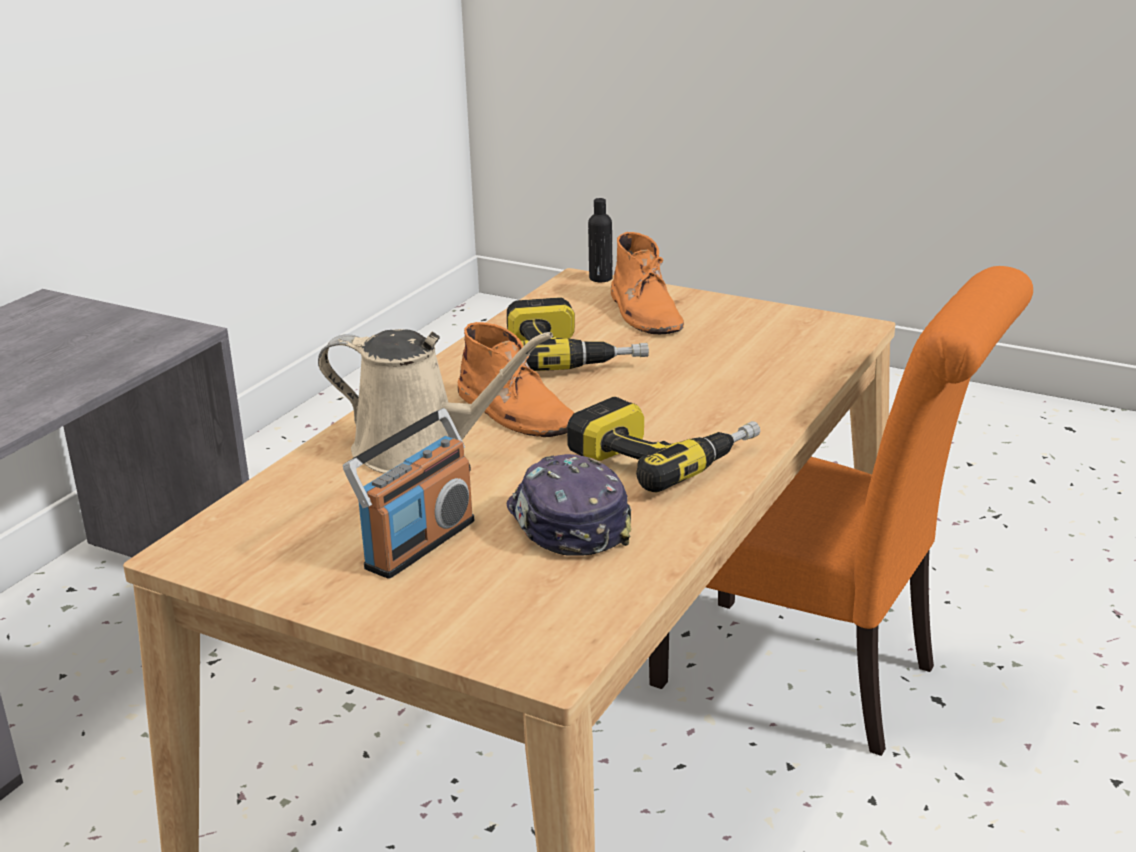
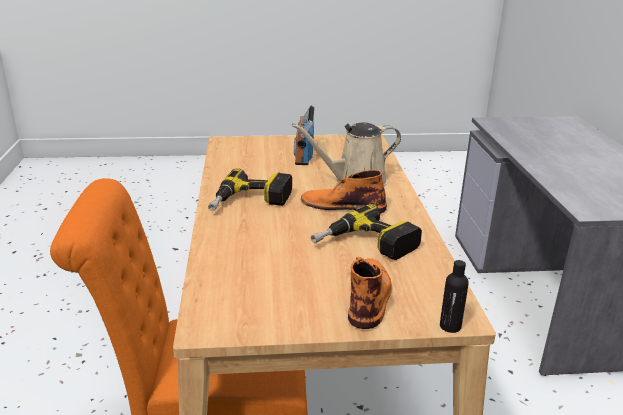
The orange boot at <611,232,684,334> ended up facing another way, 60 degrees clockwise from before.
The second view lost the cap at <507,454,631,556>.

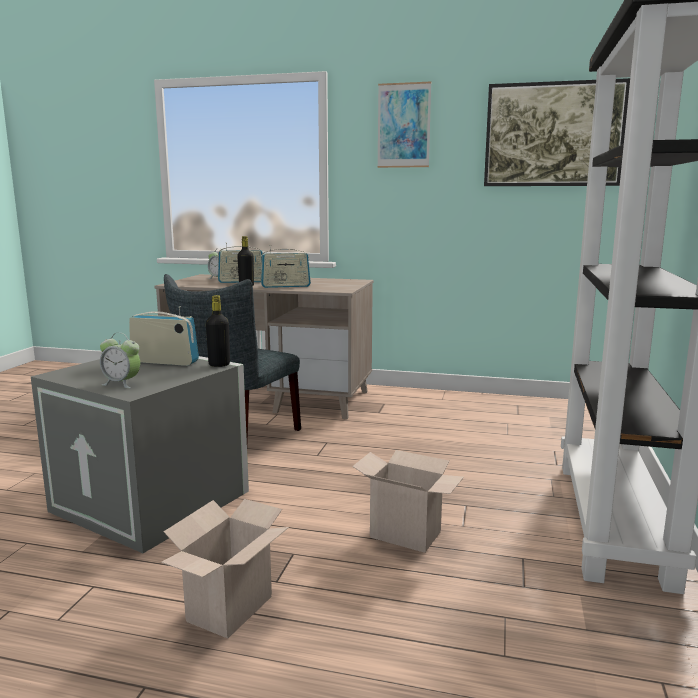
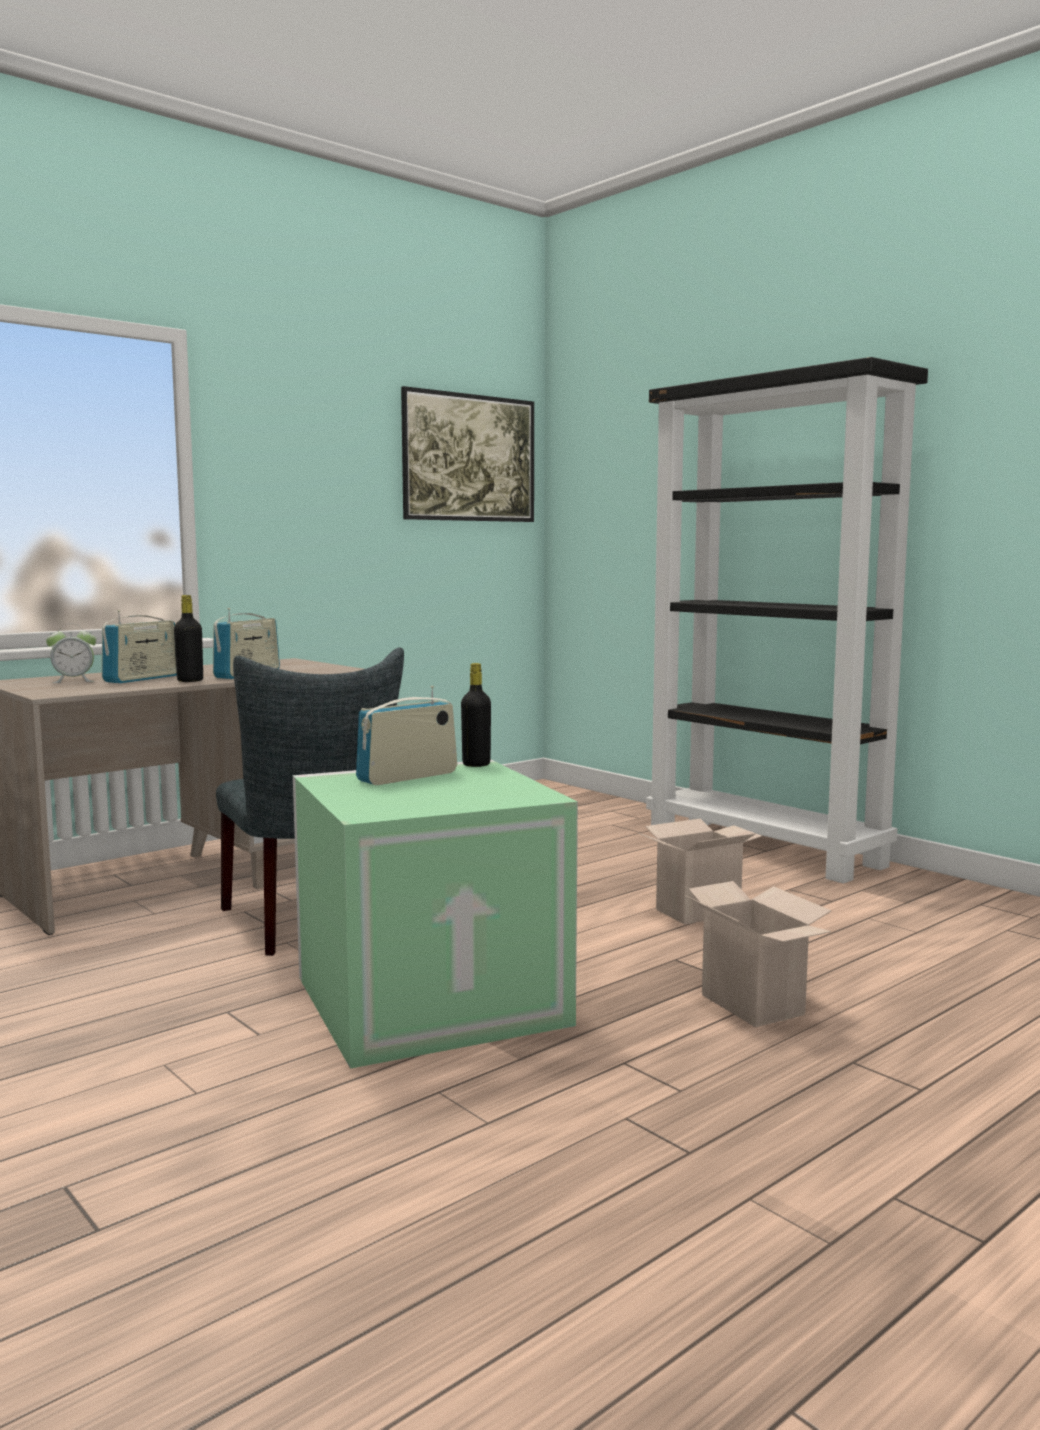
What was the grey storage box at <31,356,249,553> turned into the green storage box at <293,759,578,1069>.
The second view lost the alarm clock at <100,333,140,388>.
The second view lost the picture at <377,82,431,168>.

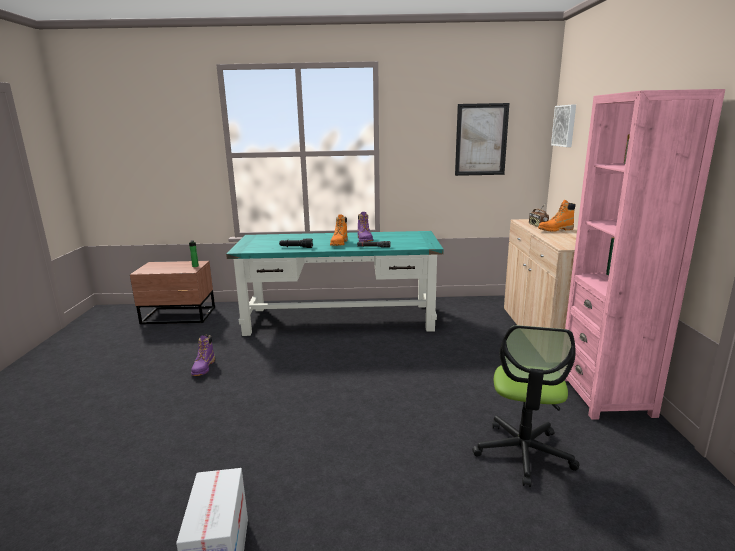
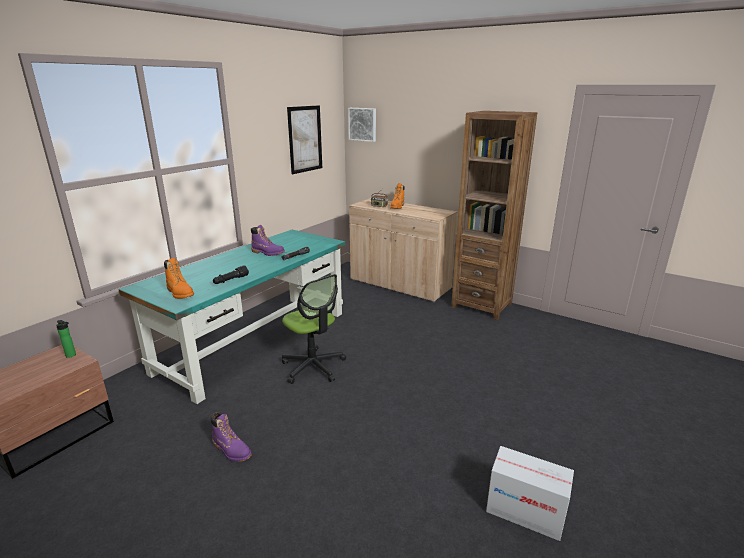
The orange boot ended up elsewhere, having gone from <330,214,348,246> to <164,258,194,299>.
The office chair ended up elsewhere, having gone from <472,325,580,487> to <282,274,346,384>.
What was the pink bookcase at <565,89,725,420> turned into the brown bookcase at <451,111,537,320>.

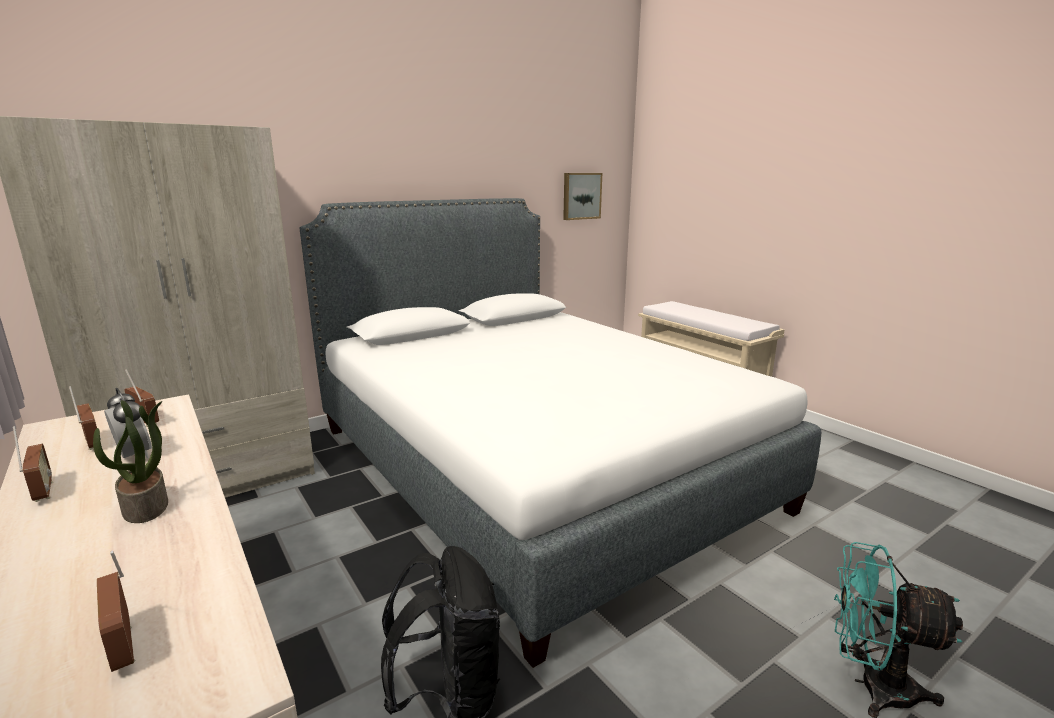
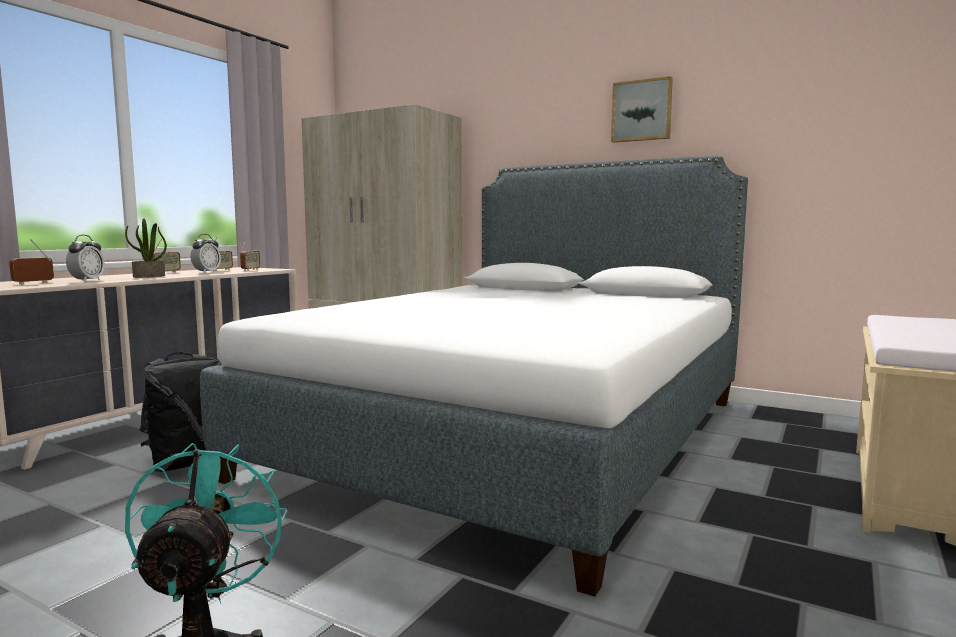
The second view gained the alarm clock at <66,235,105,282>.
The picture ended up elsewhere, having gone from <563,173,602,220> to <611,76,673,143>.

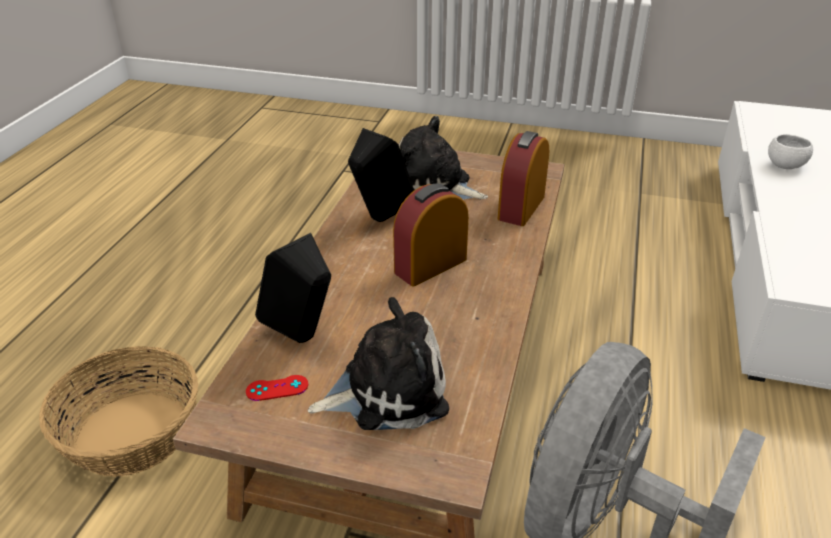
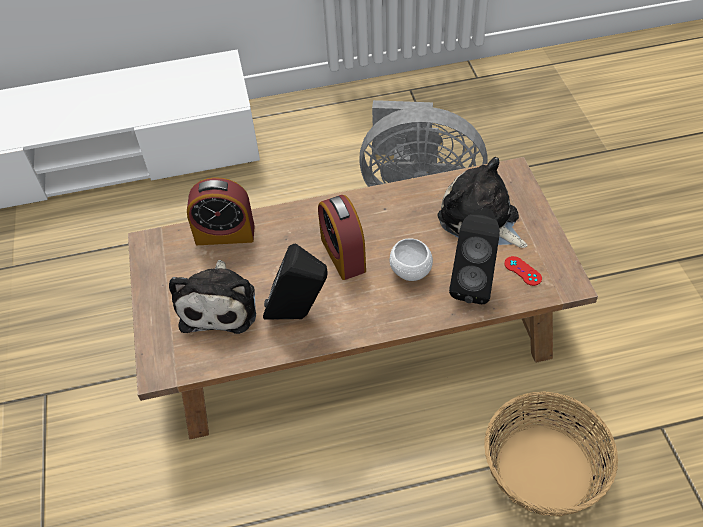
The alarm clock at <393,183,469,287> ended up facing another way, 45 degrees clockwise from before.
The white bowl ended up elsewhere, having gone from <768,134,813,169> to <390,238,433,281>.

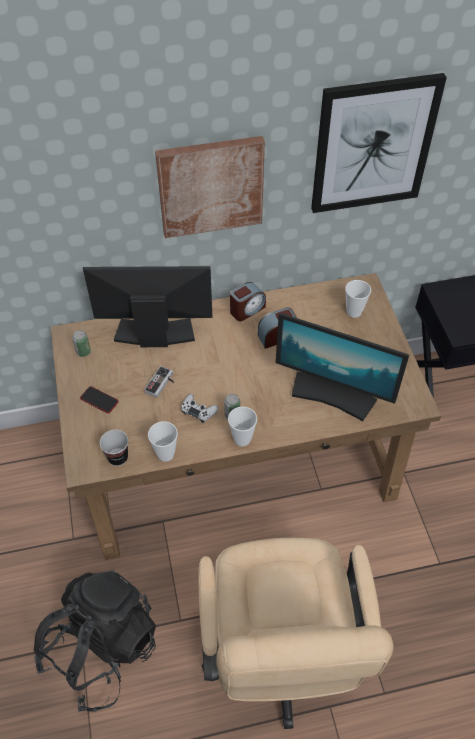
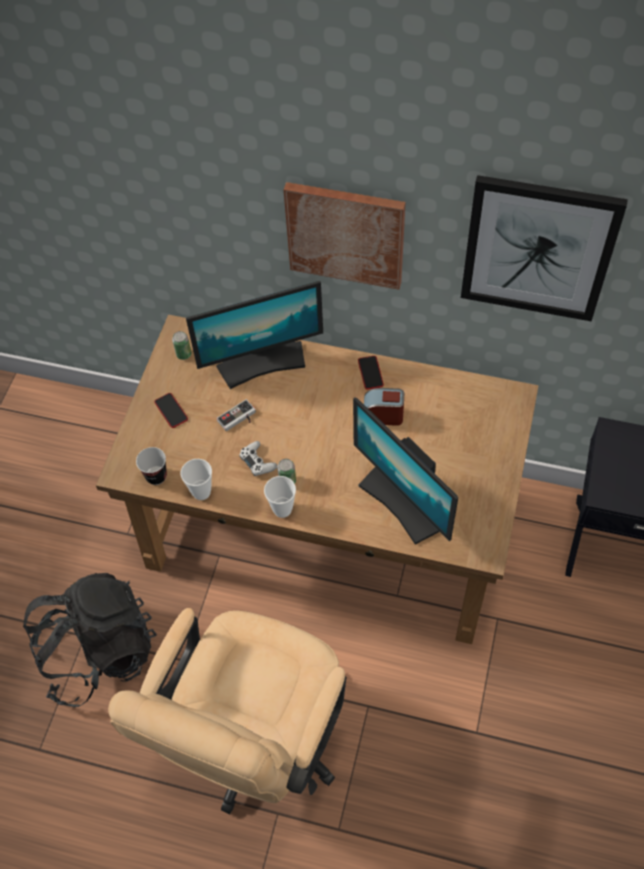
The monitor at <83,266,212,347> ended up facing another way, 135 degrees clockwise from before.
Where the alarm clock stood at <230,282,266,321>, the phone came to stand at <358,356,384,390>.
The second view lost the cup at <345,280,371,318>.

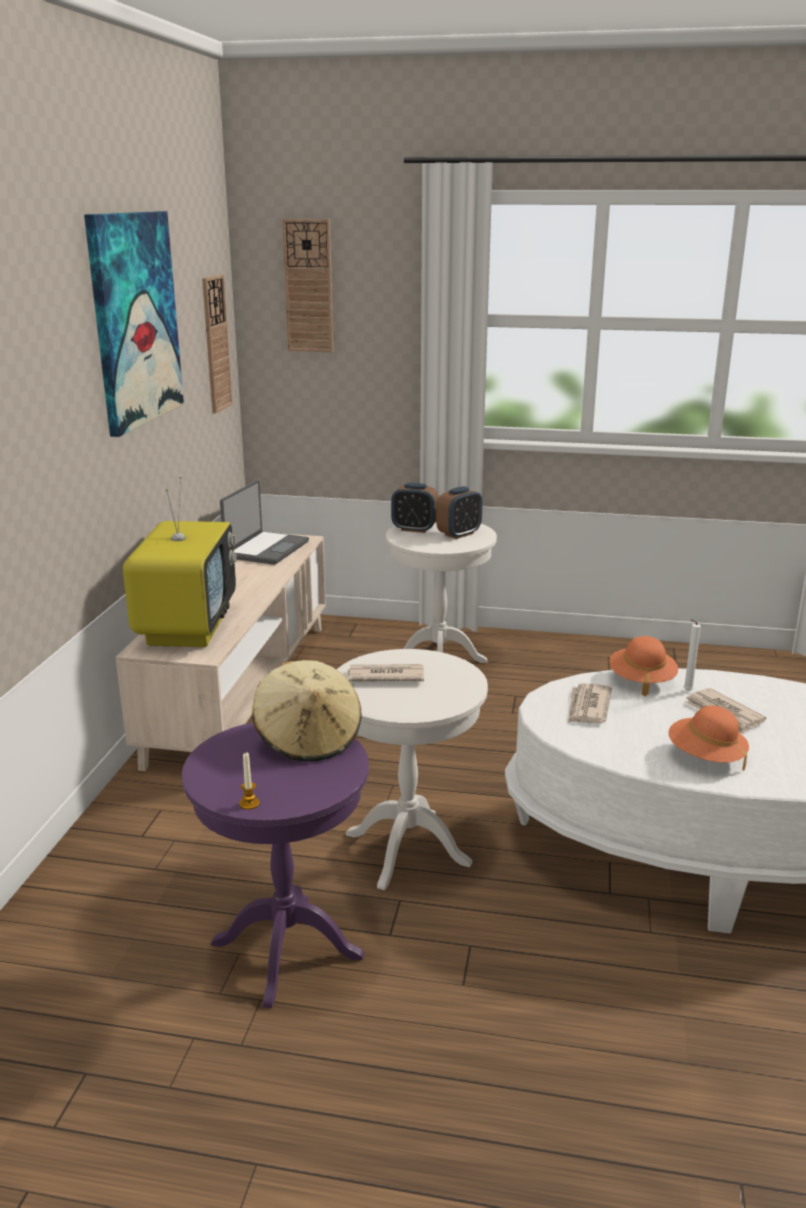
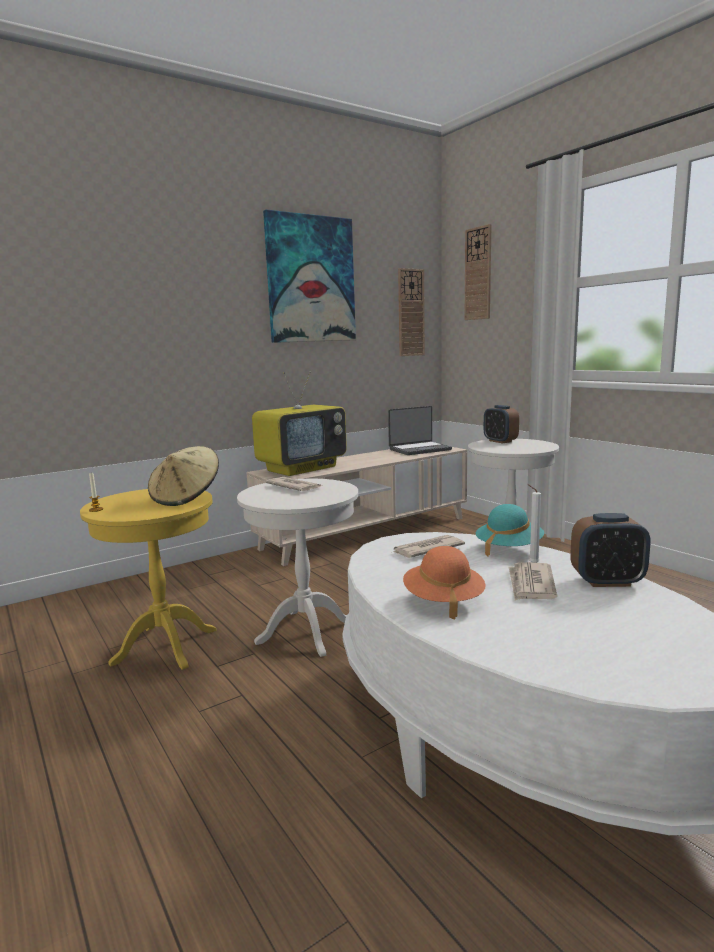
What was the purple side table at <182,722,369,1008> turned into the yellow side table at <80,489,217,670>.
What was the orange hat at <609,636,678,696> turned into the turquoise hat at <476,504,544,557>.
The alarm clock ended up elsewhere, having gone from <436,486,482,539> to <570,513,651,587>.

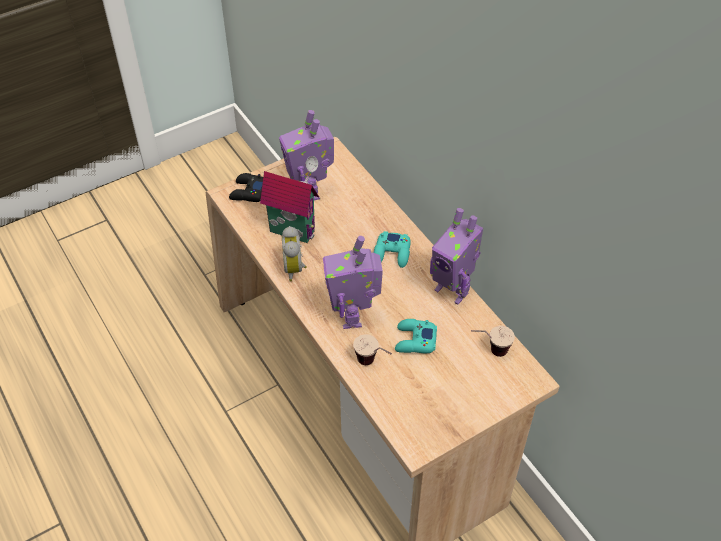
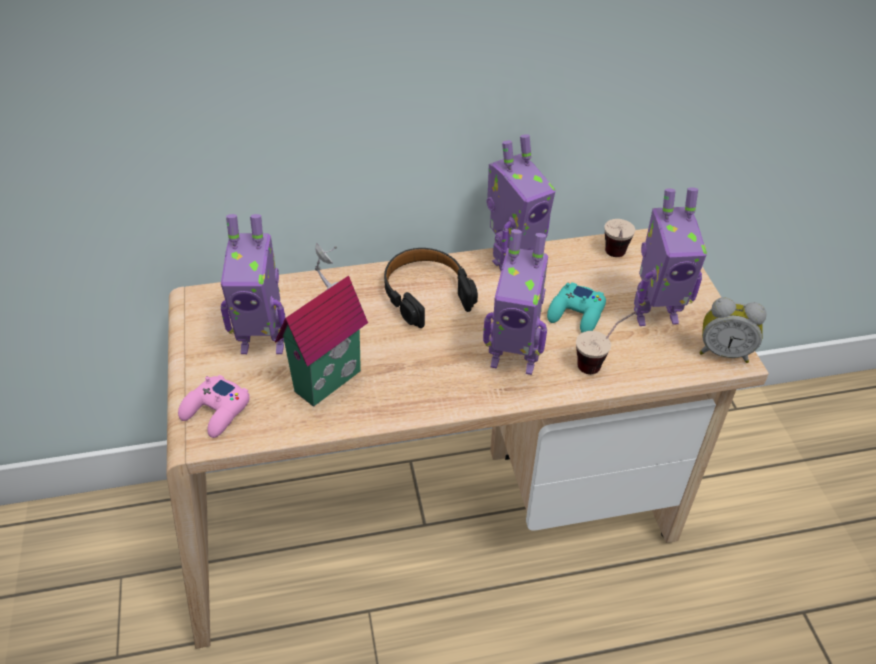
What was the black game controller at <229,173,263,202> turned into the pink game controller at <178,375,250,438>.
Where the turquoise game controller stood at <374,231,411,268>, the black headphones came to stand at <384,248,478,328>.
The second view gained the toy robot at <634,187,707,326>.
The alarm clock ended up elsewhere, having gone from <282,226,307,281> to <699,297,767,363>.

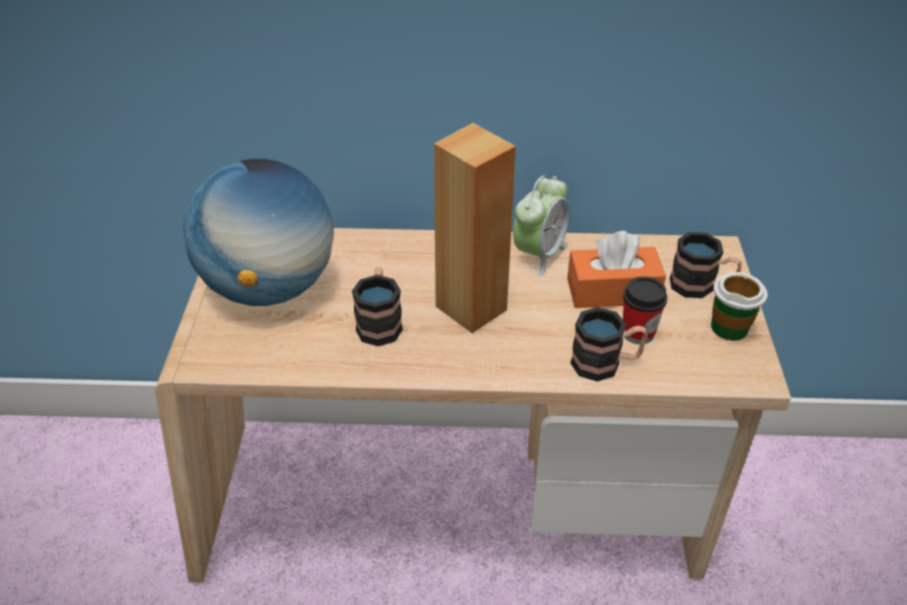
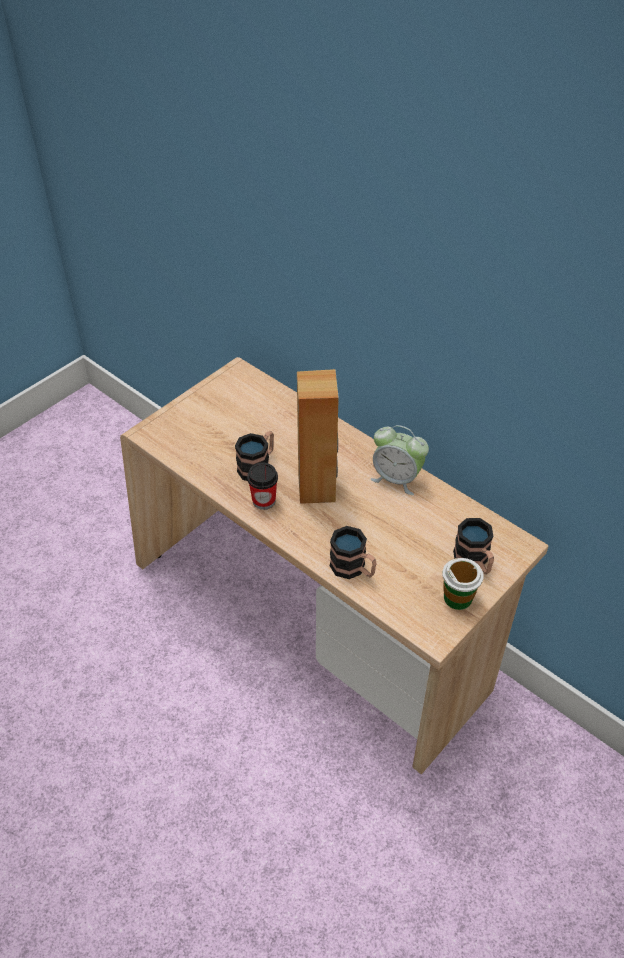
The cup ended up elsewhere, having gone from <623,276,668,344> to <247,463,278,510>.
The alarm clock at <513,175,569,277> ended up facing another way, 45 degrees clockwise from before.
The second view lost the globe at <183,159,334,306>.
The second view lost the orange tissue box at <567,231,666,308>.

